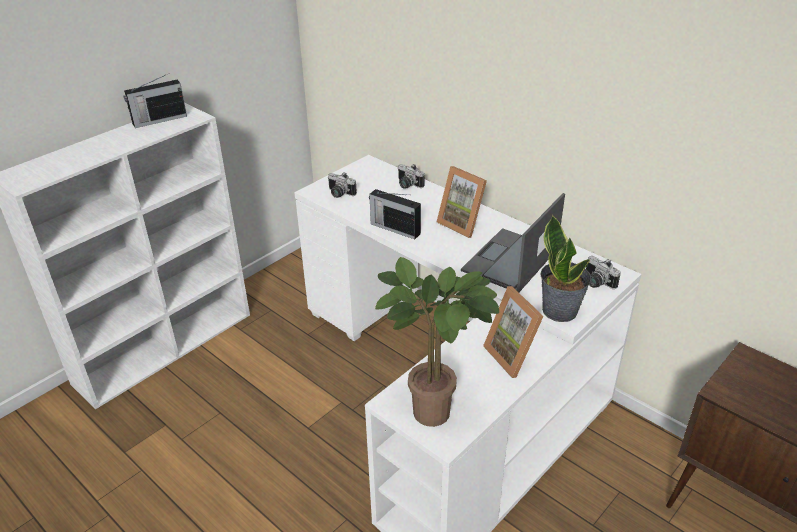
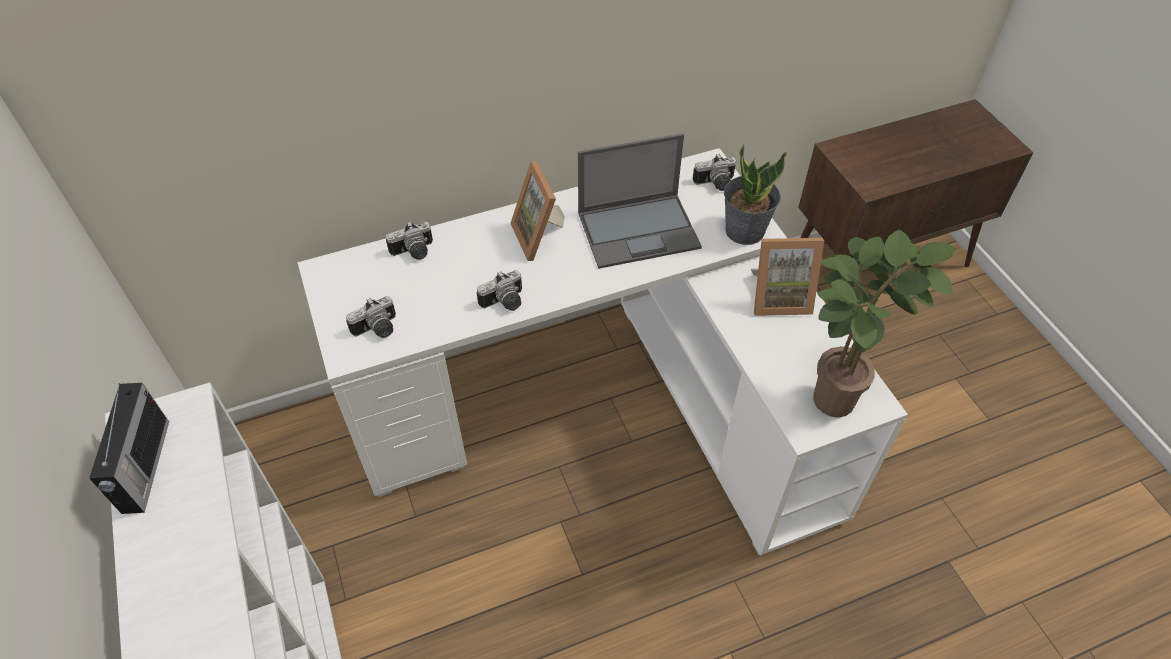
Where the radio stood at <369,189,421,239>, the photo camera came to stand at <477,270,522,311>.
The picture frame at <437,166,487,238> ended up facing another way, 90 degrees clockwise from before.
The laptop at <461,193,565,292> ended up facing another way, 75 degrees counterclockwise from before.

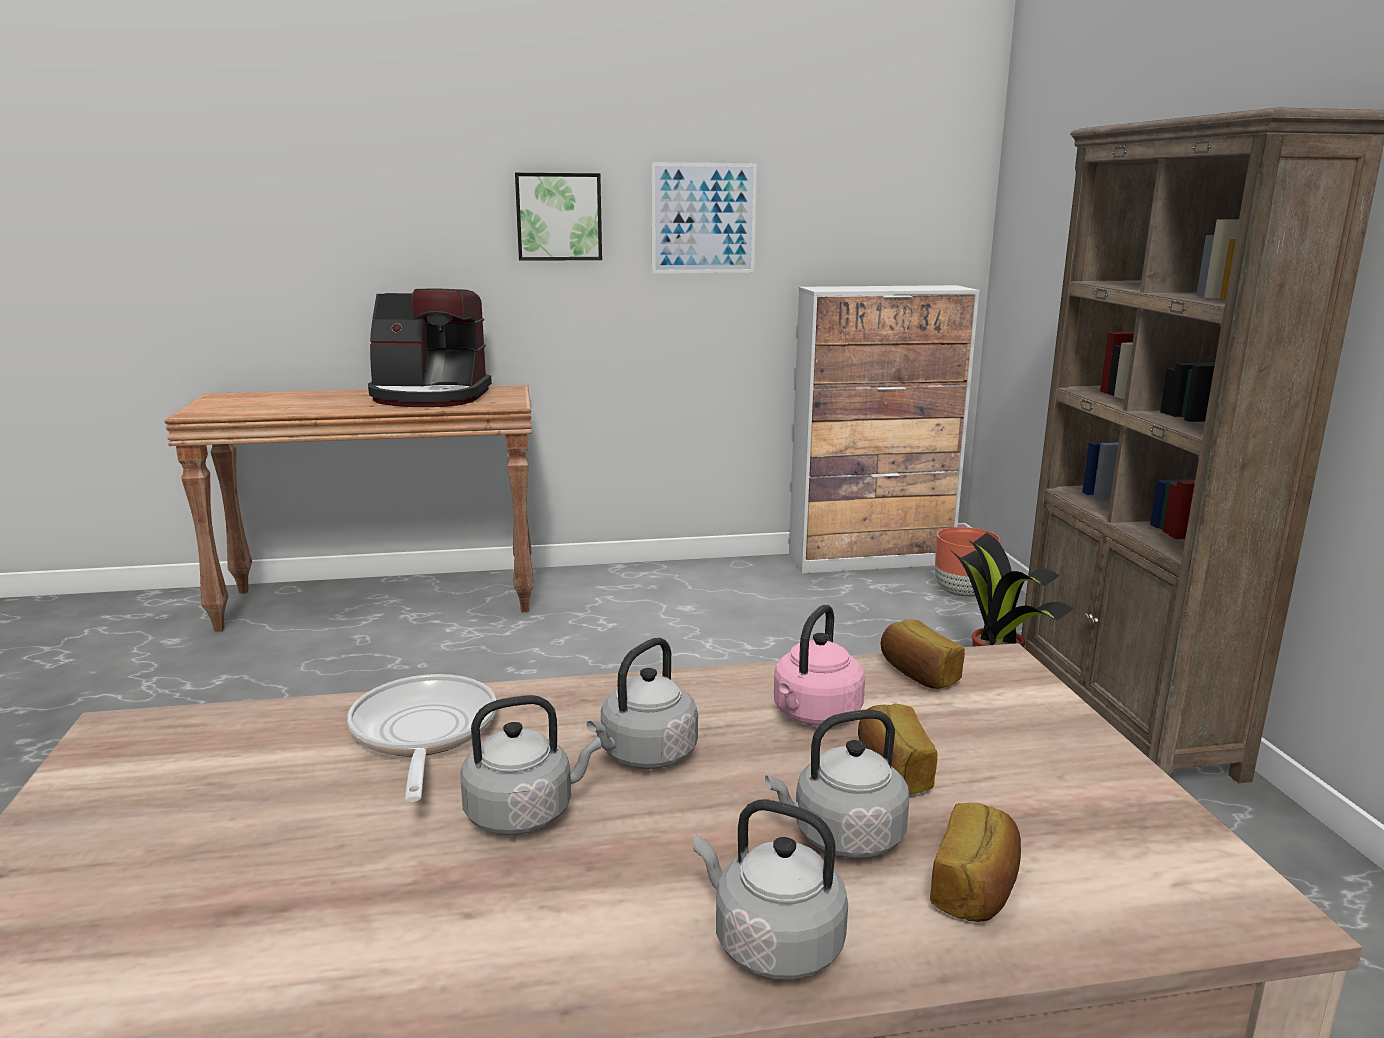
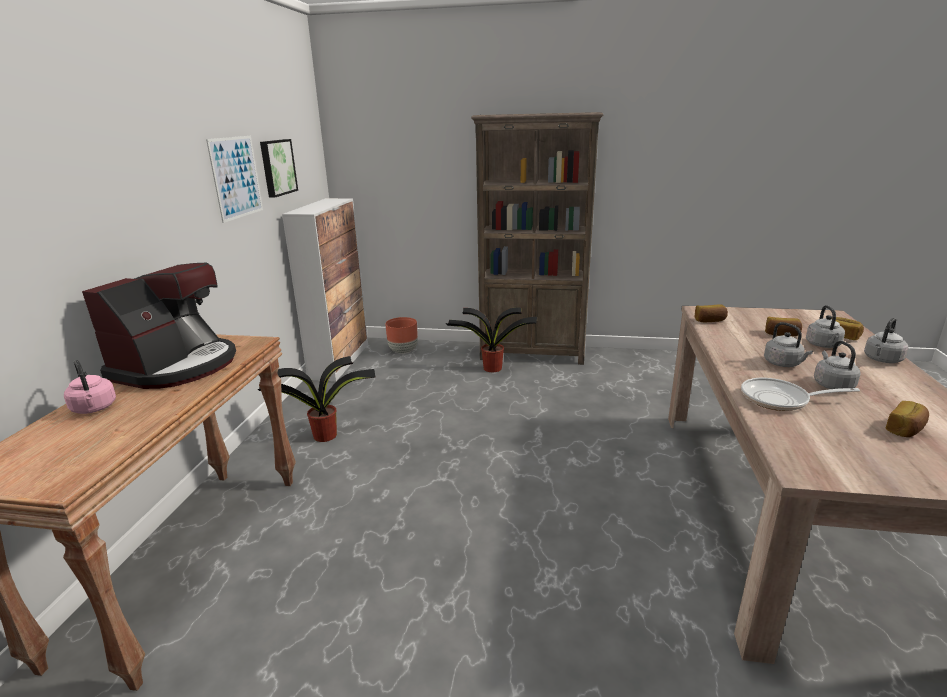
The pink kettle ended up elsewhere, having gone from <774,605,865,726> to <64,360,116,414>.
The second view gained the potted plant at <258,356,375,442>.
The picture ended up elsewhere, having gone from <515,173,602,261> to <260,139,298,198>.
The second view gained the bread at <886,401,929,437>.

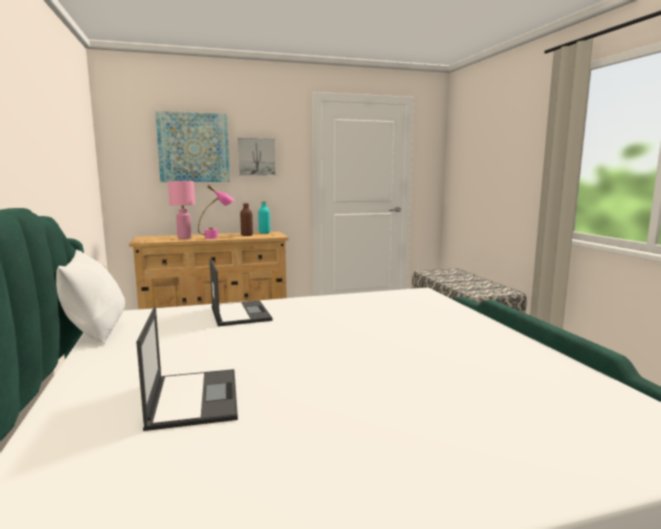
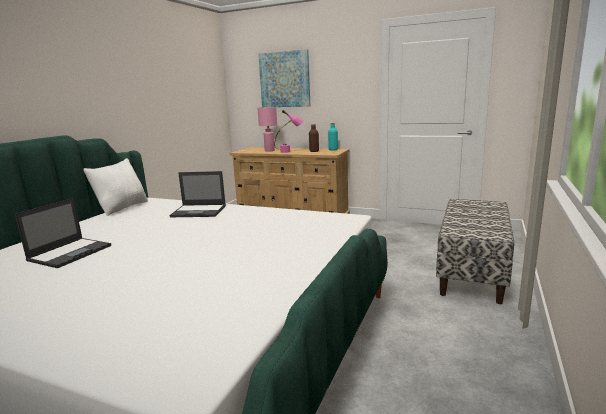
The laptop at <210,258,272,326> ended up facing another way, 75 degrees clockwise from before.
The second view lost the picture at <237,137,276,176>.

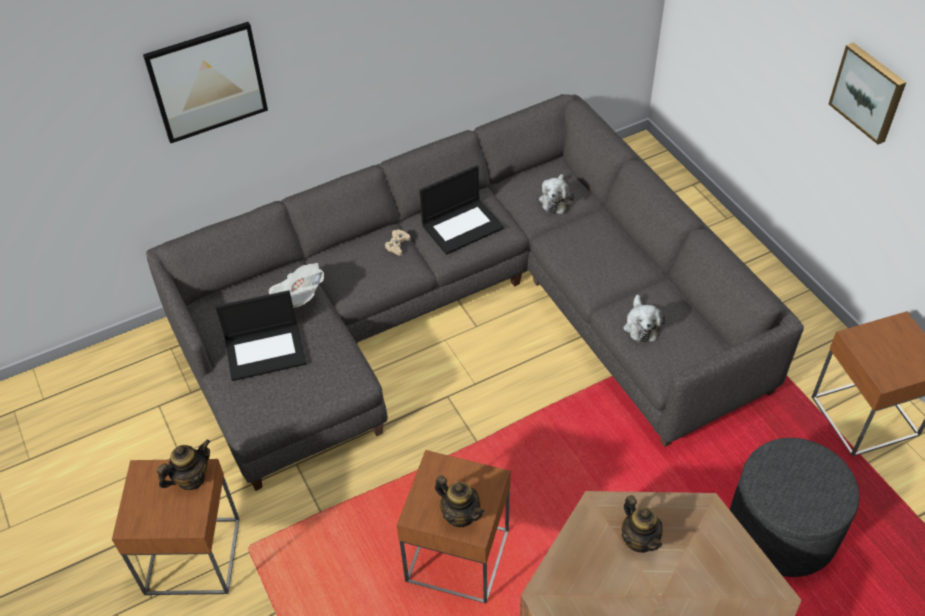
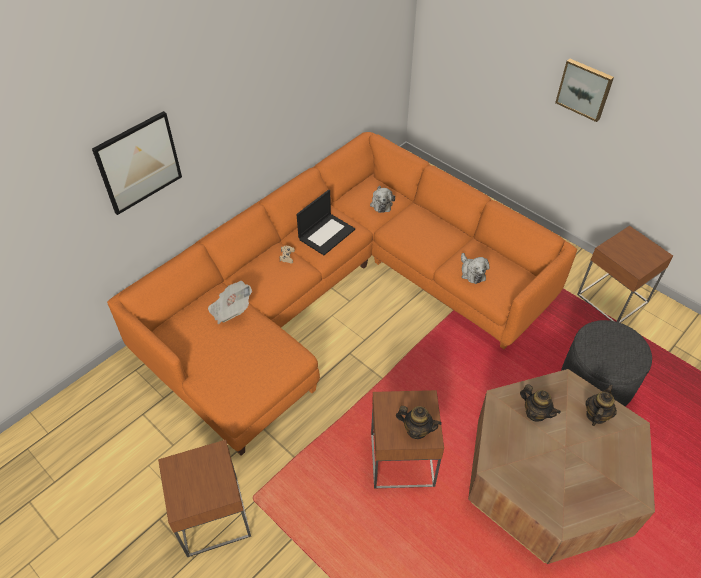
What was the grey sofa at <146,94,804,491> turned into the orange sofa at <107,132,577,456>.
The teapot ended up elsewhere, having gone from <157,440,210,490> to <585,385,617,426>.
The second view lost the laptop at <216,290,306,381>.

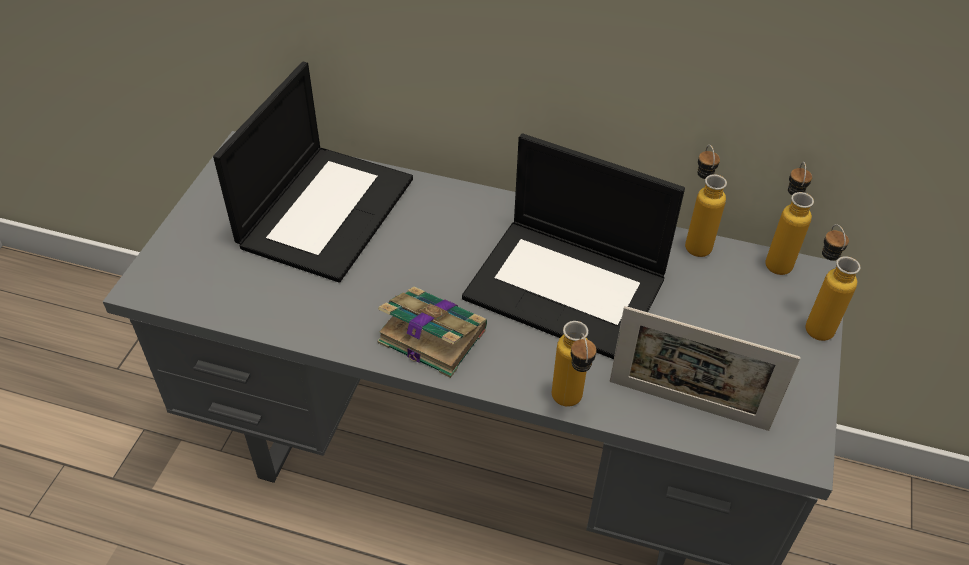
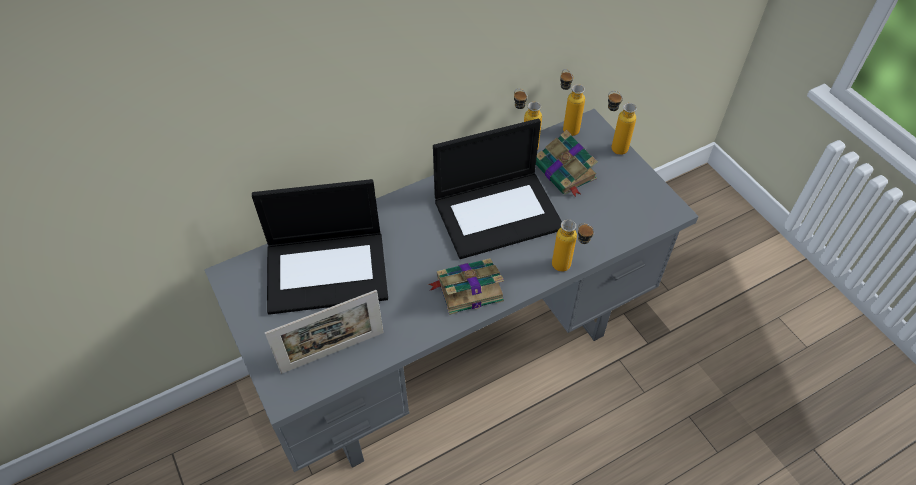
The laptop at <213,62,413,283> ended up facing another way, 105 degrees clockwise from before.
The picture frame ended up elsewhere, having gone from <610,306,801,431> to <265,290,384,374>.
The second view gained the book at <536,130,598,197>.

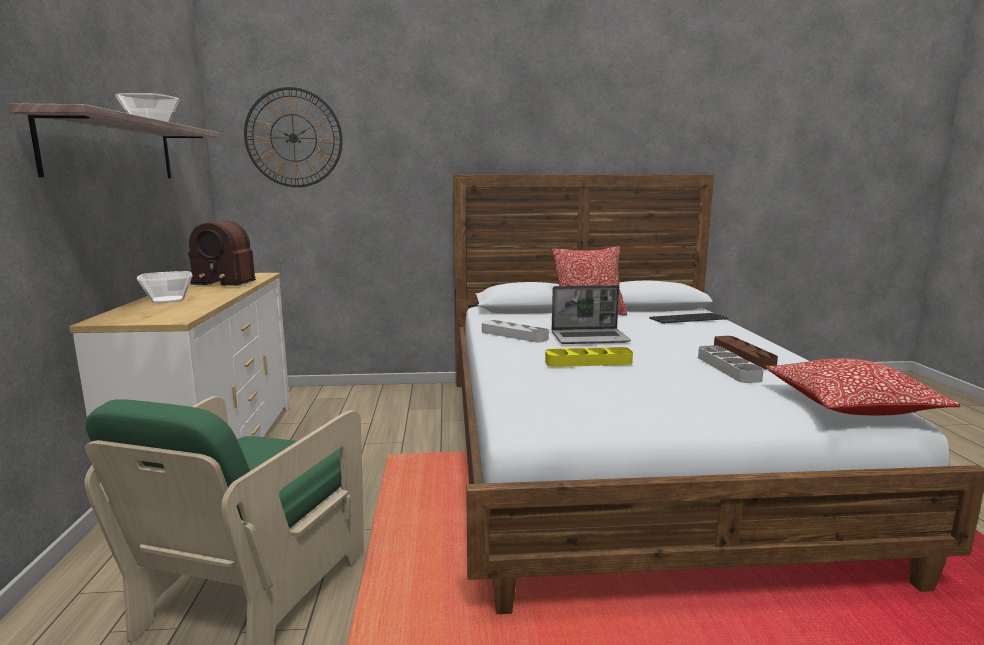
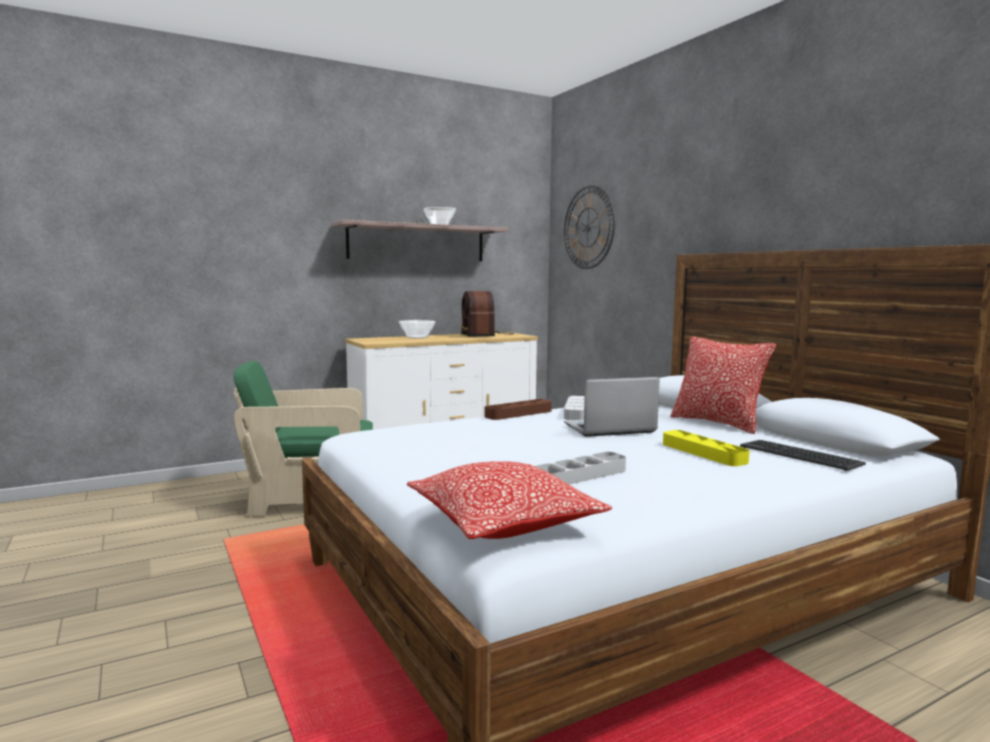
The brown tray ended up elsewhere, having gone from <714,336,778,369> to <484,399,552,420>.
The laptop at <552,285,631,344> ended up facing another way, 105 degrees clockwise from before.
The yellow tray ended up elsewhere, having gone from <545,347,633,367> to <663,430,750,466>.

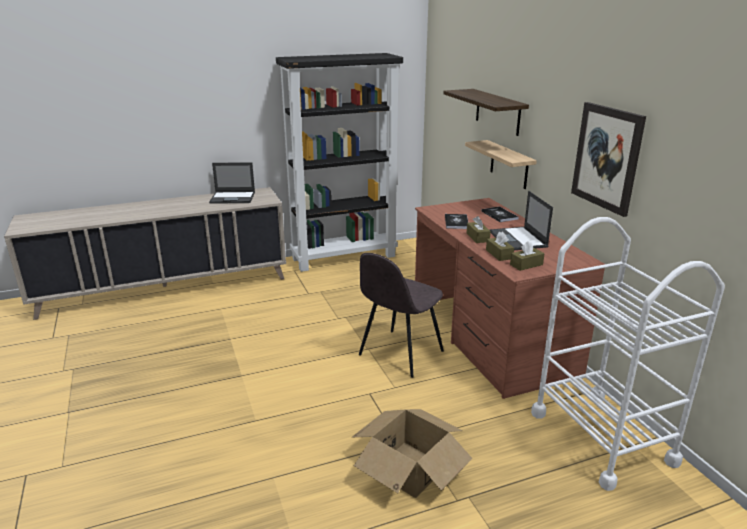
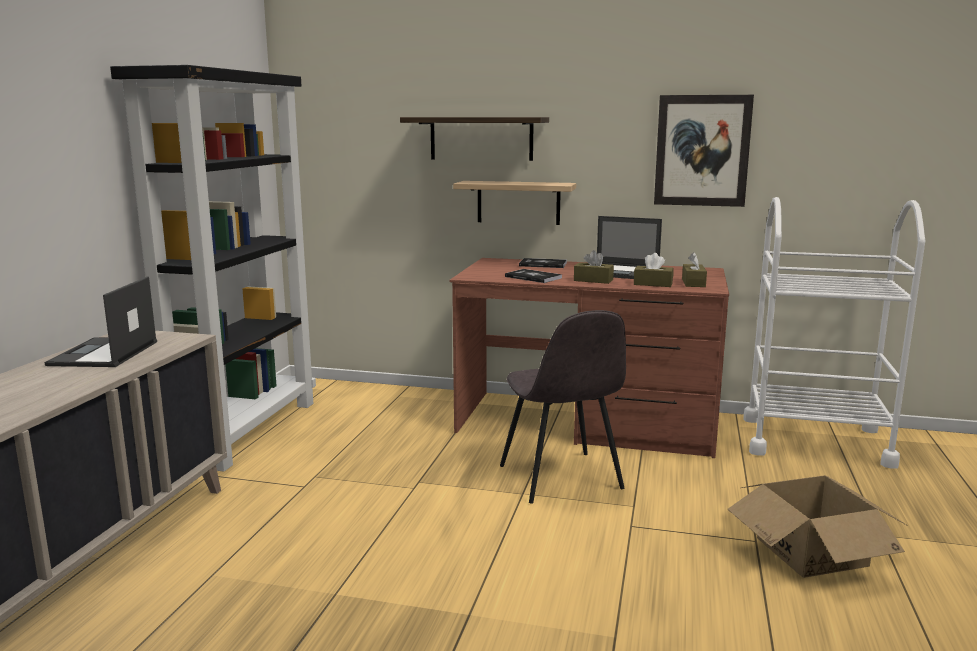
The laptop at <209,162,255,204> ended up facing another way, 150 degrees clockwise from before.

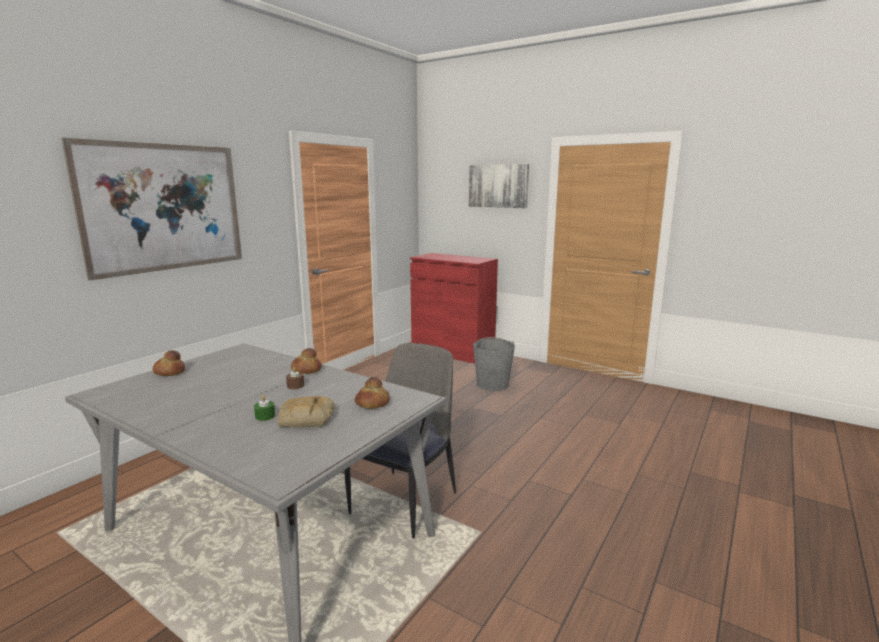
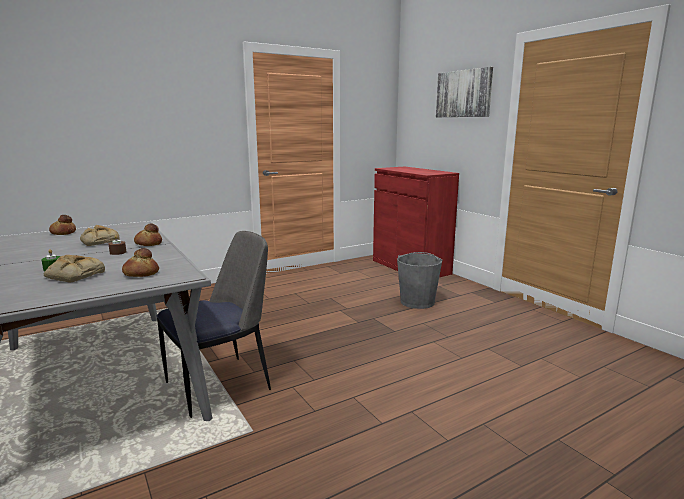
The second view gained the bread at <80,225,120,246>.
The second view lost the picture at <61,138,242,281>.

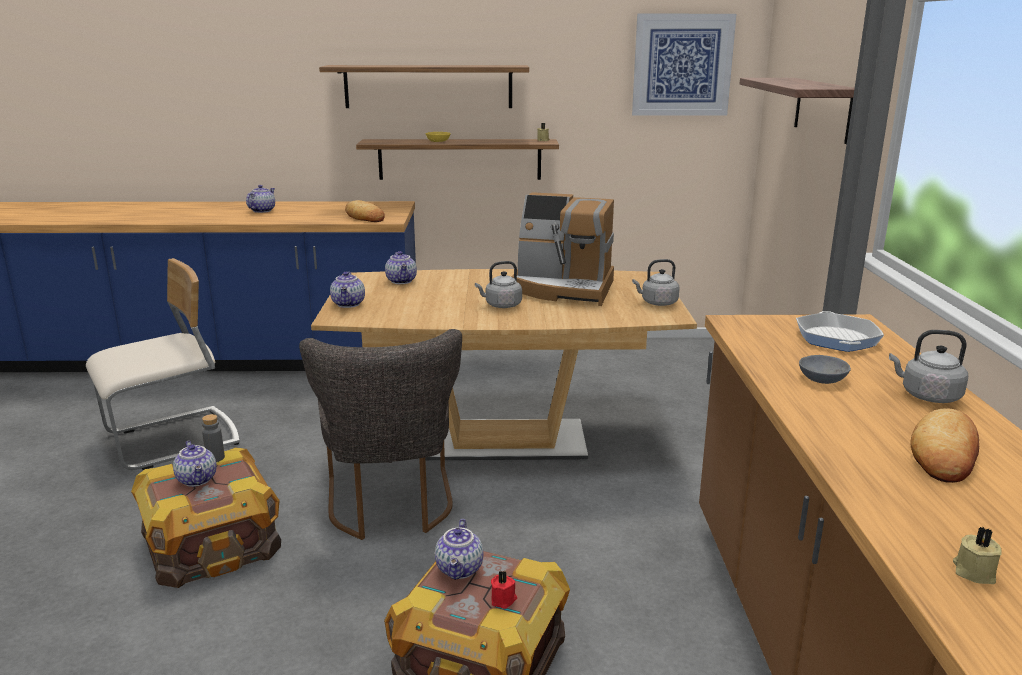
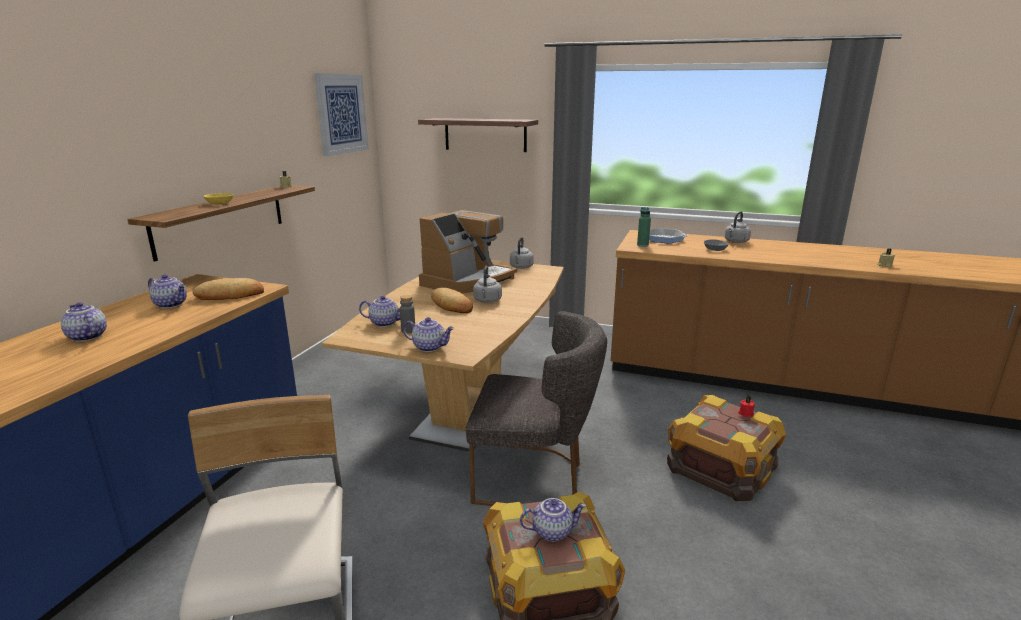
The teapot ended up elsewhere, having gone from <435,519,483,580> to <148,274,187,308>.
The grey bottle ended up elsewhere, having gone from <202,414,225,462> to <400,295,415,334>.
The bread ended up elsewhere, having gone from <910,408,979,483> to <431,287,473,313>.
The second view gained the green bottle at <637,207,651,247>.
The second view lost the shelf at <319,65,529,108>.

